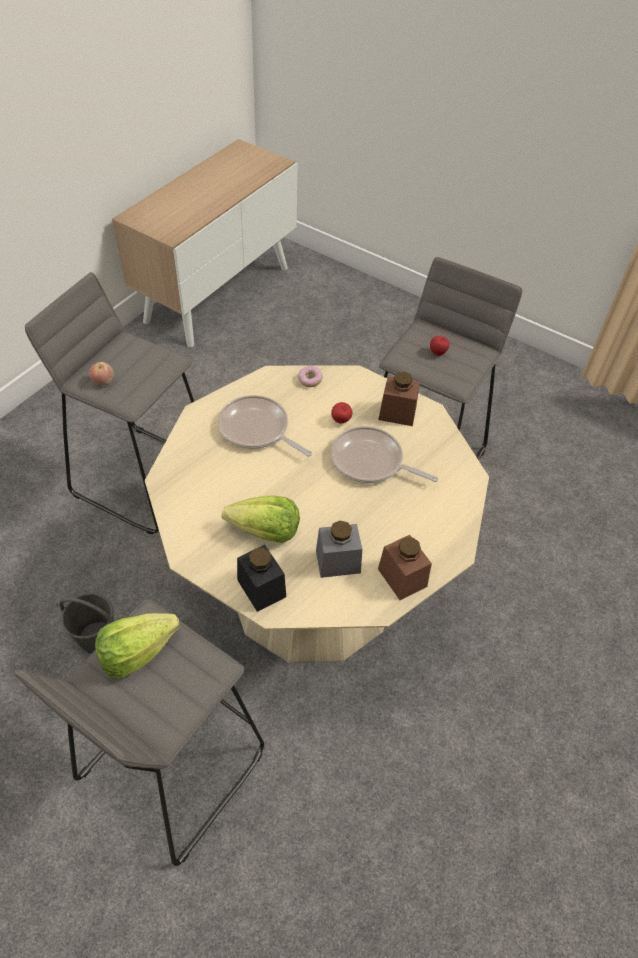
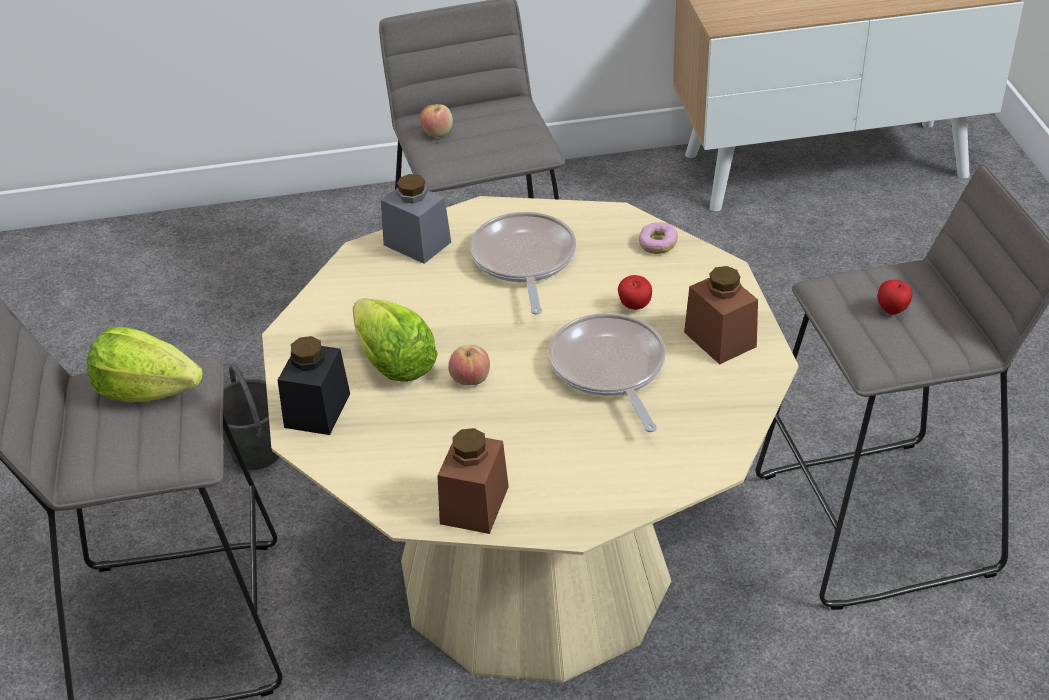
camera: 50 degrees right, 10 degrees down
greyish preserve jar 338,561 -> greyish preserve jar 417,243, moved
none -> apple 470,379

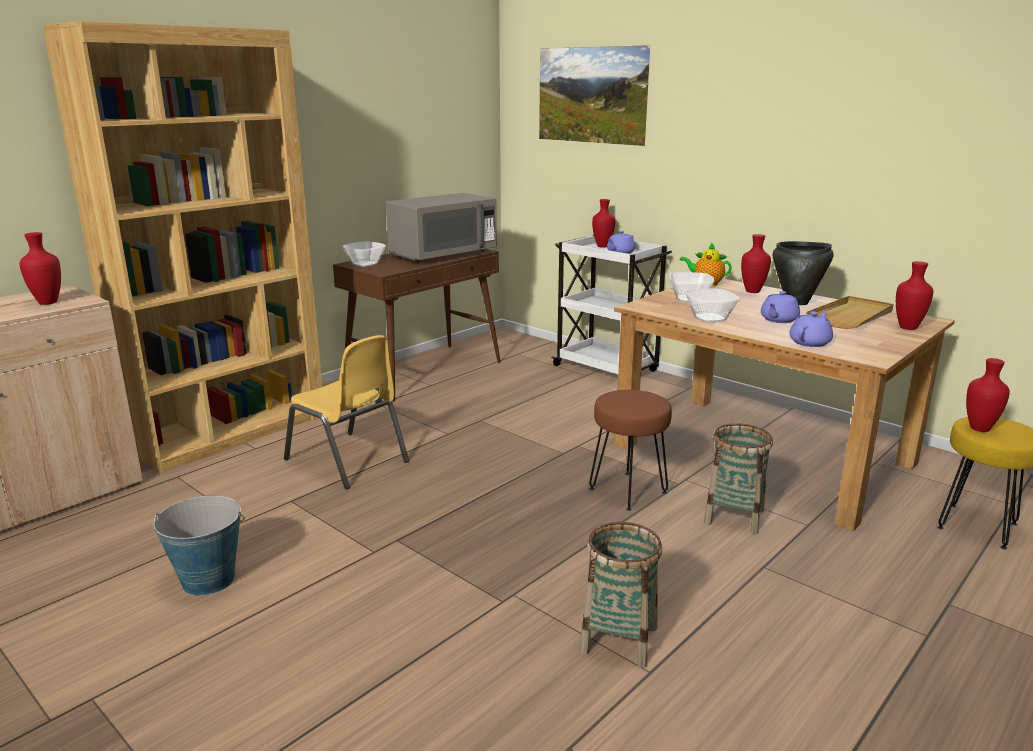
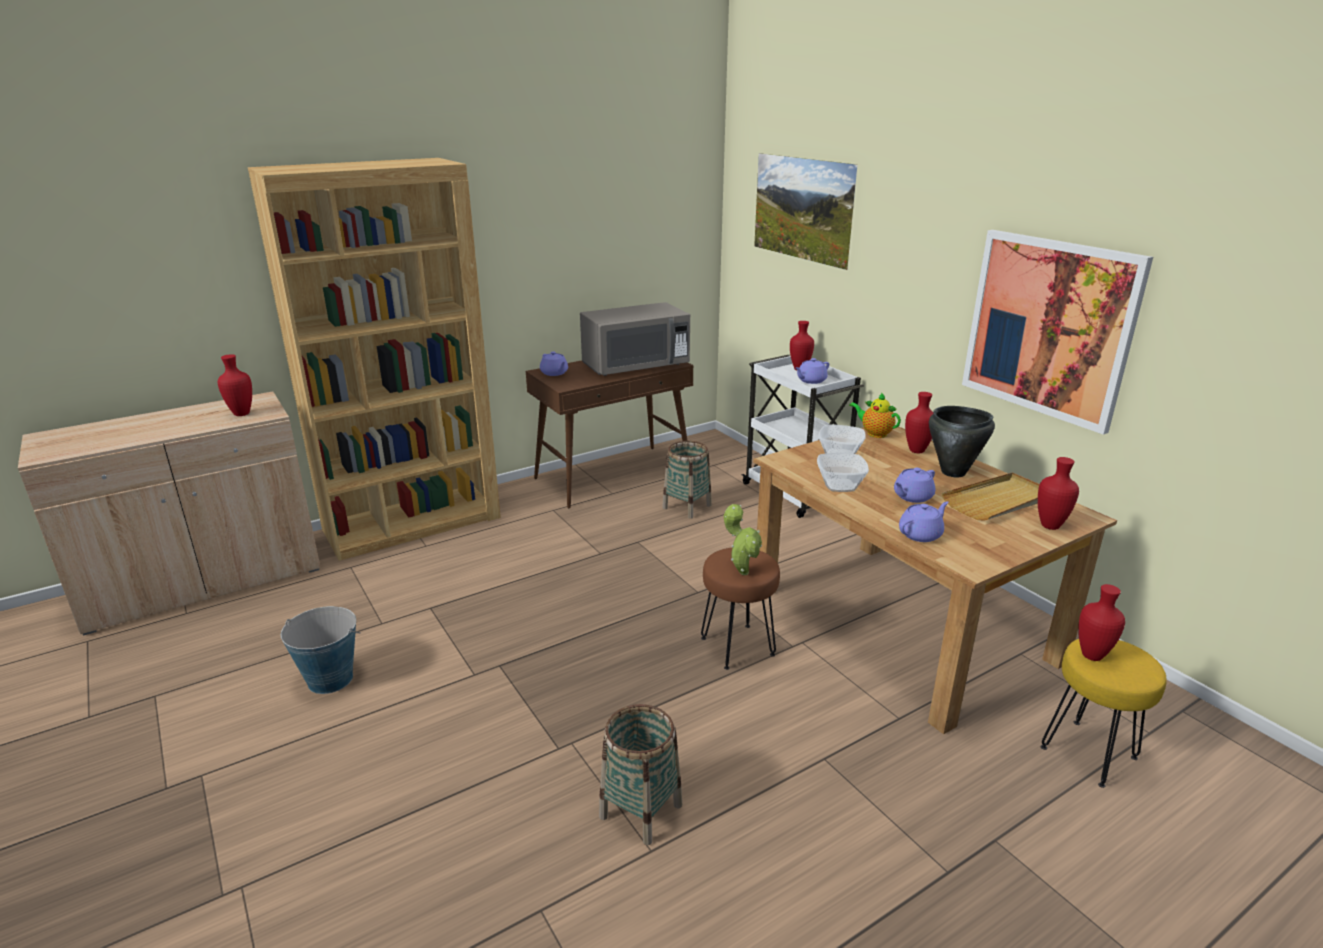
camera: 15 degrees right, 5 degrees up
deep dish 365,264 -> purple tea pot 554,373
household basket 734,516 -> household basket 687,507, moved
none -> houseplant 741,571
none -> wall art 1048,327
yellow-coloured plain chair 347,460 -> none

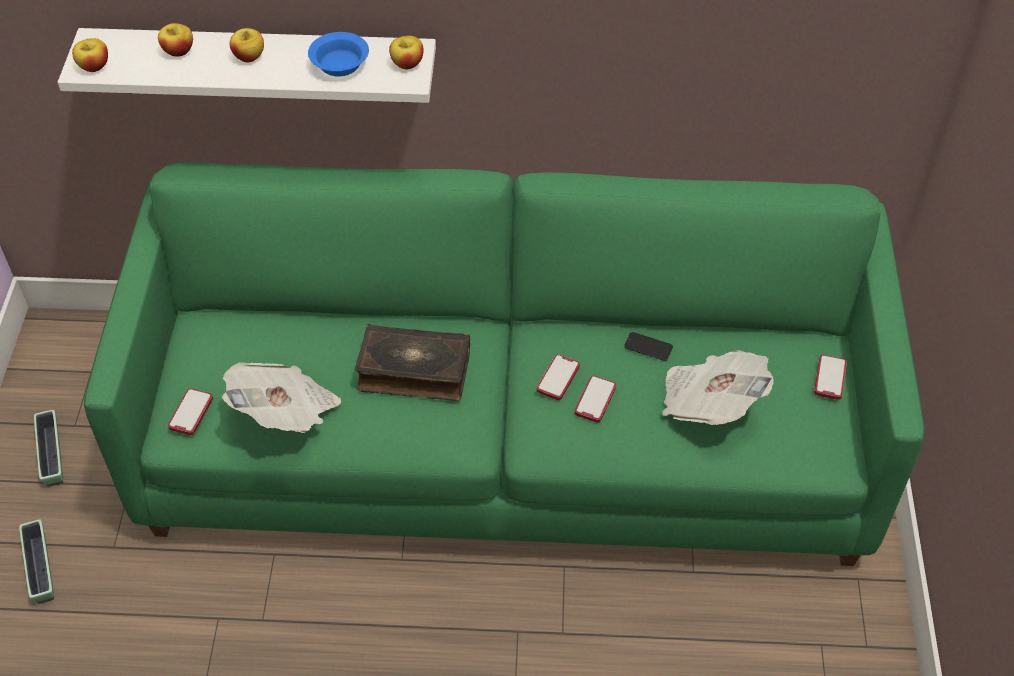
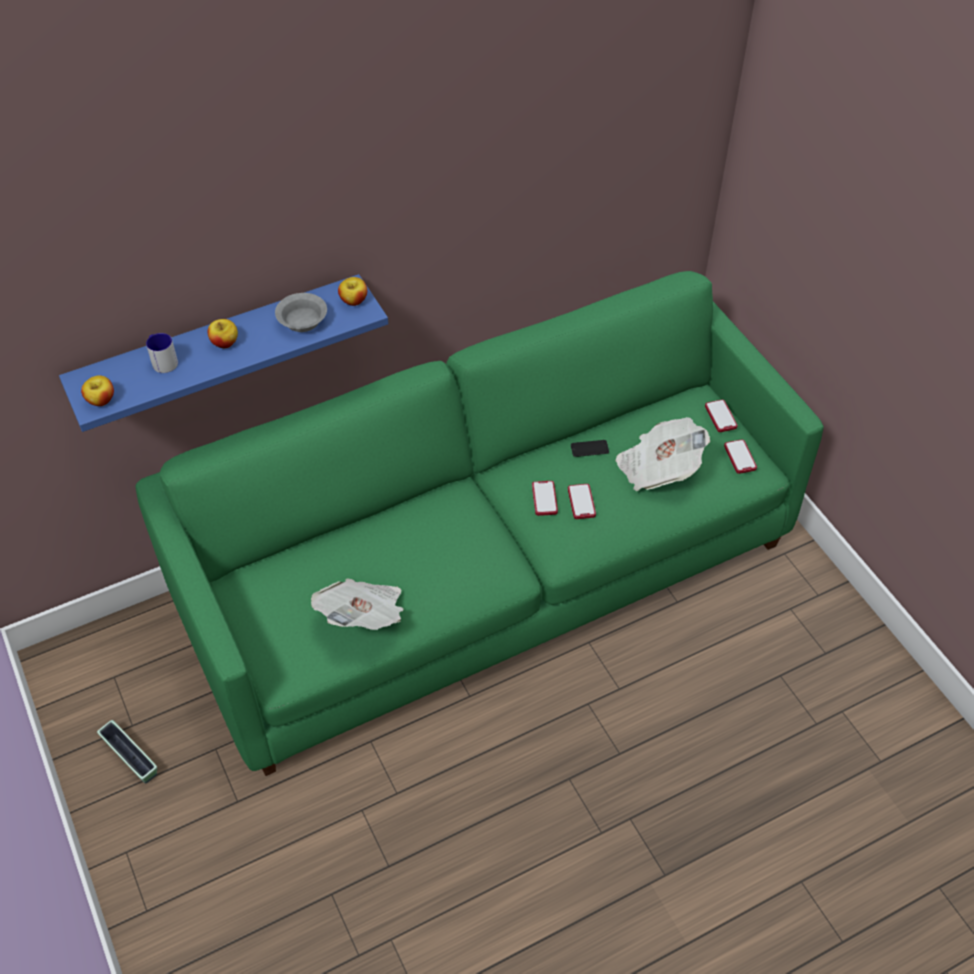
camera: 30 degrees left, 0 degrees up
whitish wall shelf 262,65 -> blue-coloured wall shelf 220,348
apple 178,51 -> mug 162,361
blue-coloured deep dish 341,64 -> greyish deep dish 303,320
telephone 191,412 -> telephone 740,457, moved
flower pot 41,568 -> none
volume 414,371 -> none

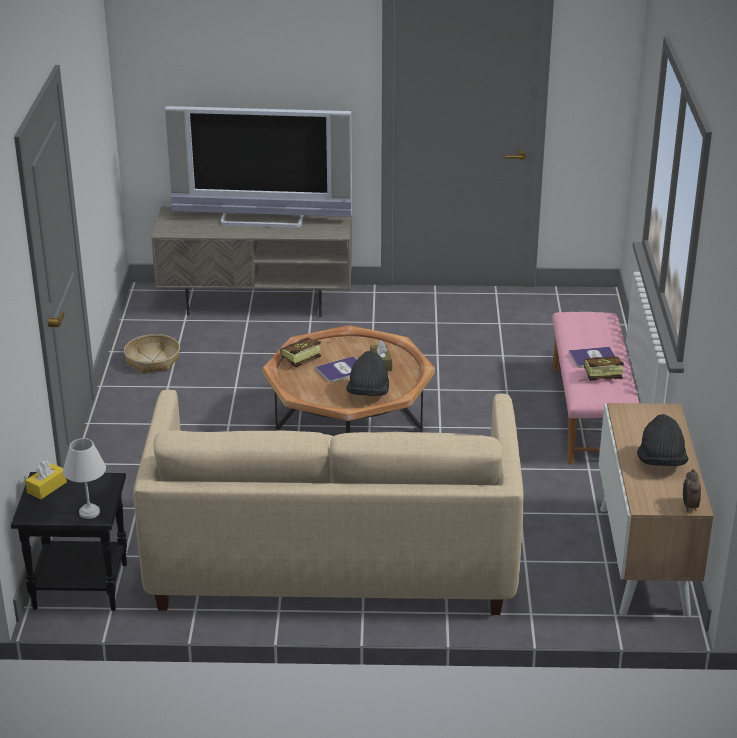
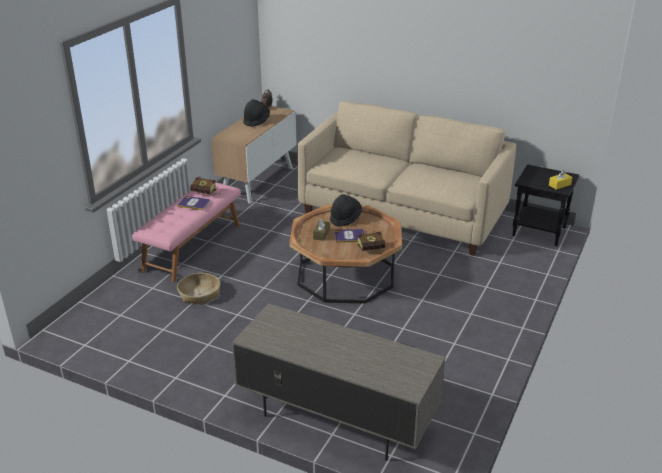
camera: 155 degrees left, 0 degrees up
household basket 152,361 -> household basket 199,294, moved
whitish tabletop lamp 90,512 -> none
TV 263,219 -> none

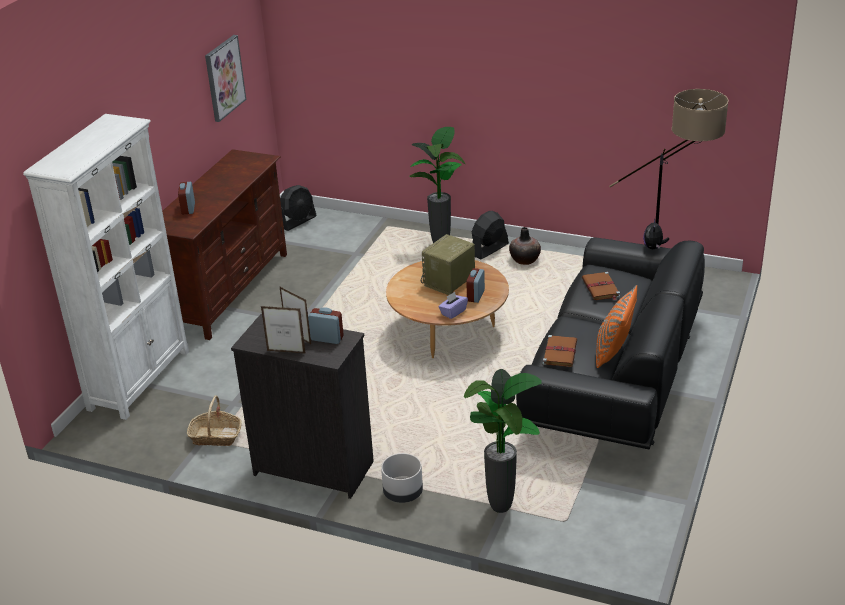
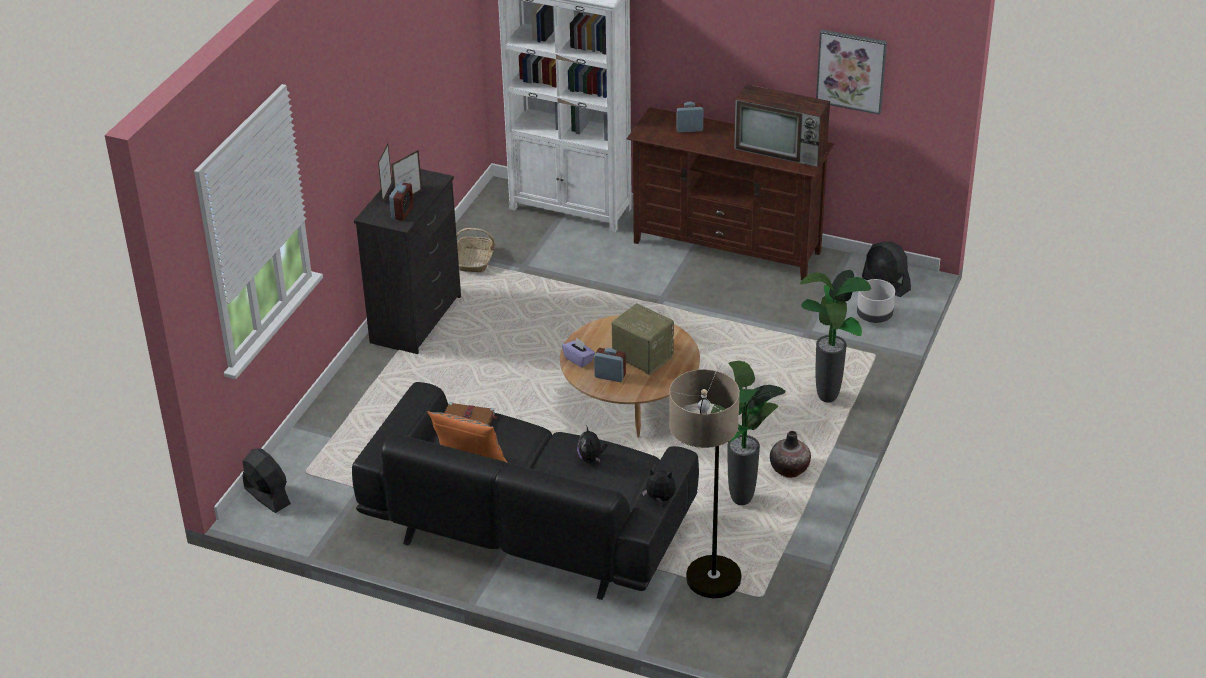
camera: 90 degrees right, 5 degrees up
black-coloured electric fan 489,250 -> black-coloured electric fan 266,495, moved
brownish volume 601,288 -> soft toy 591,459
houseplant 502,509 -> houseplant 740,502, moved
none -> TV 782,150
greyish flower pot 403,494 -> greyish flower pot 874,316, moved

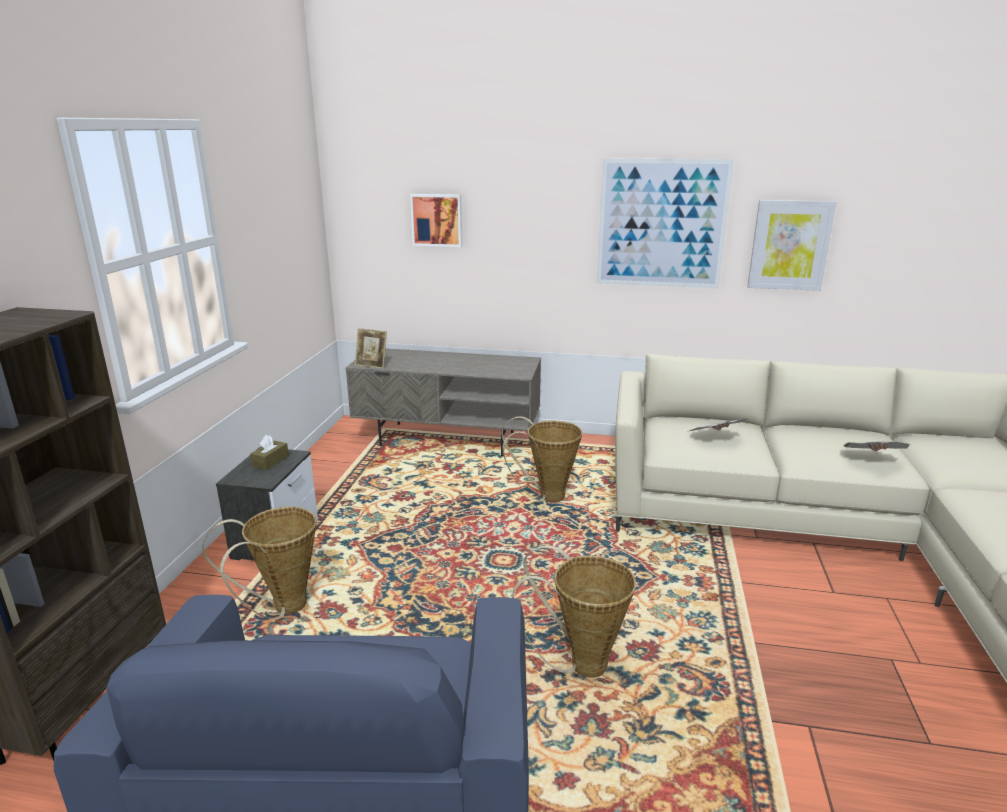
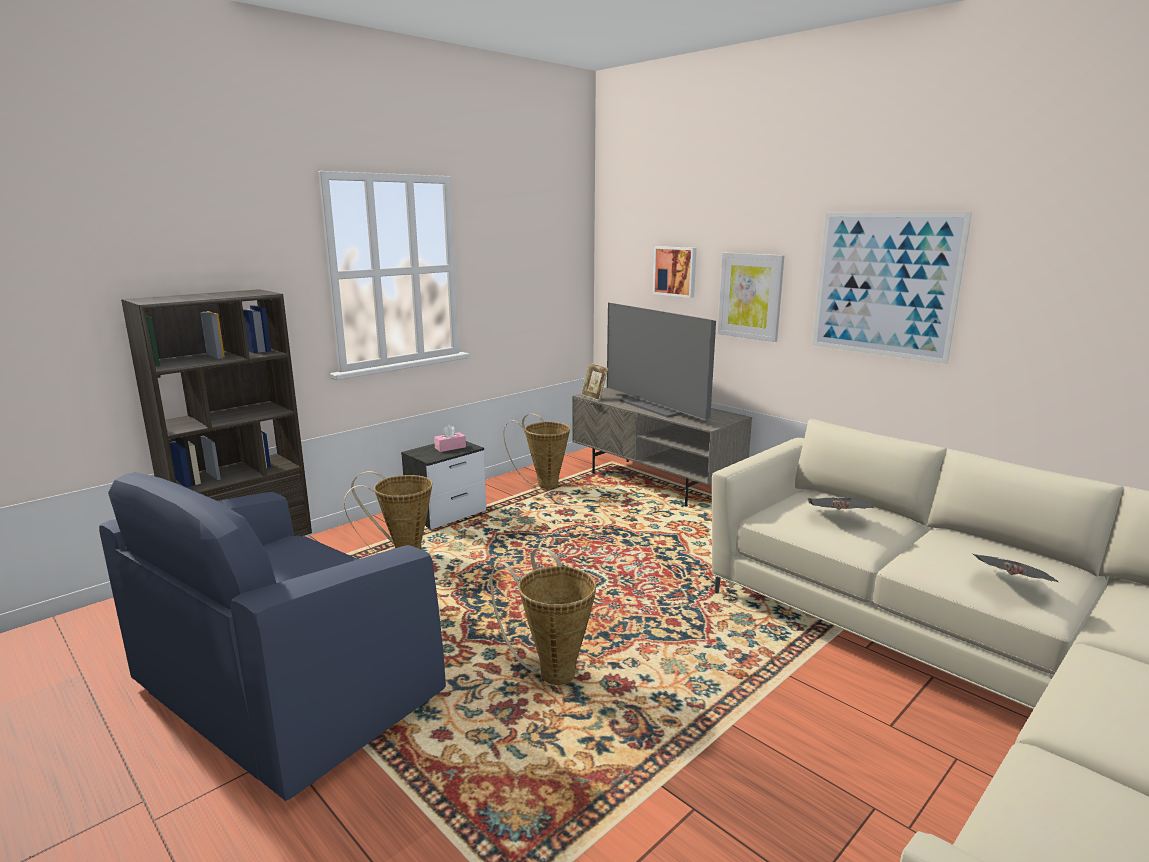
camera: 35 degrees right, 5 degrees down
brownish tissue box 270,461 -> pink-coloured tissue box 450,447
household basket 546,497 -> household basket 543,484, moved
none -> TV 657,406
wall art 789,245 -> wall art 750,296, moved

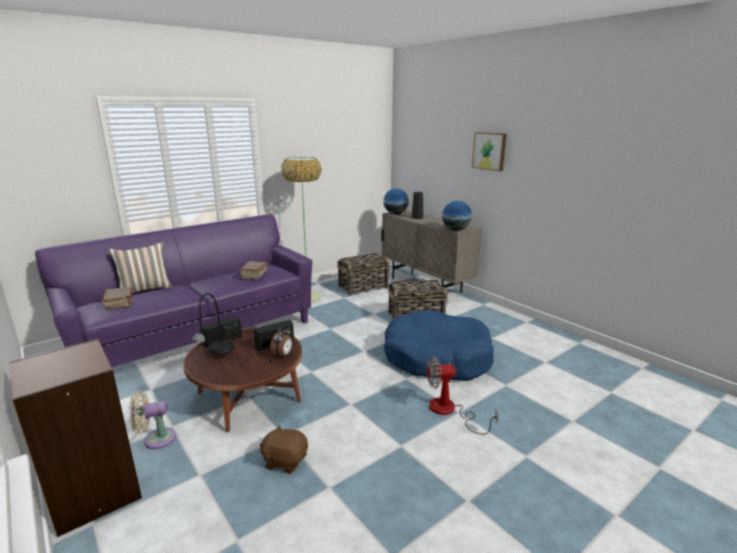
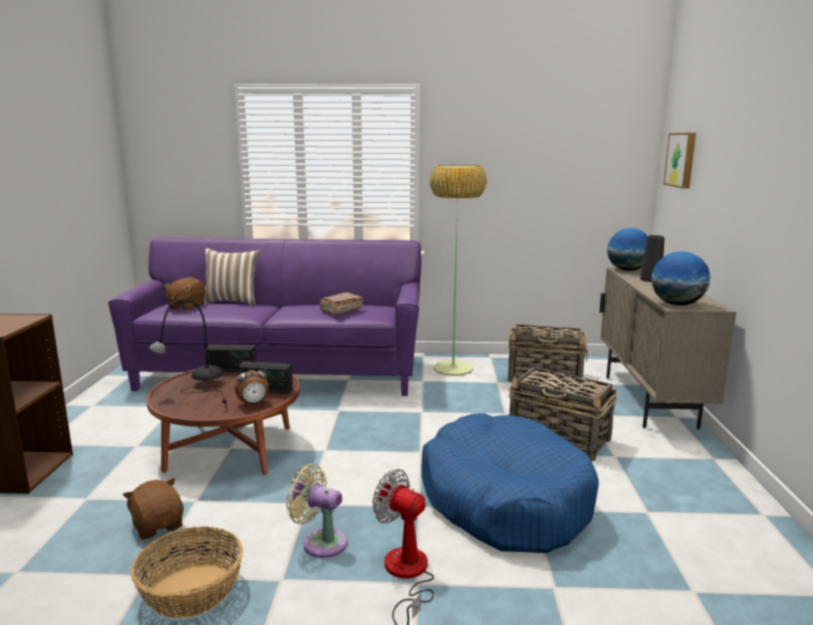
camera: 40 degrees right, 5 degrees down
none -> household basket 190,591
brownish volume 120,303 -> brownish soft toy 186,306
sand-coloured electric fan 156,439 -> sand-coloured electric fan 320,542, moved
wall art 489,151 -> wall art 682,160, moved

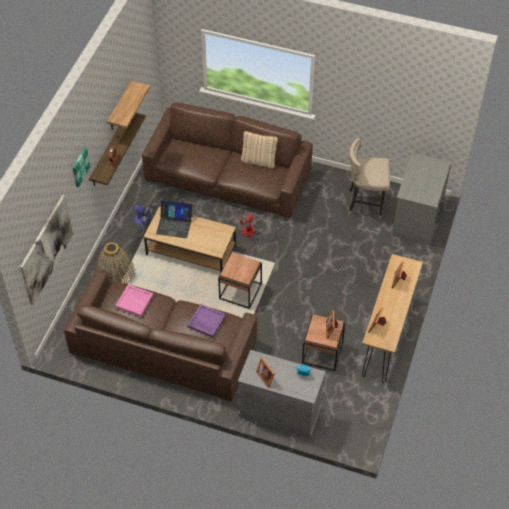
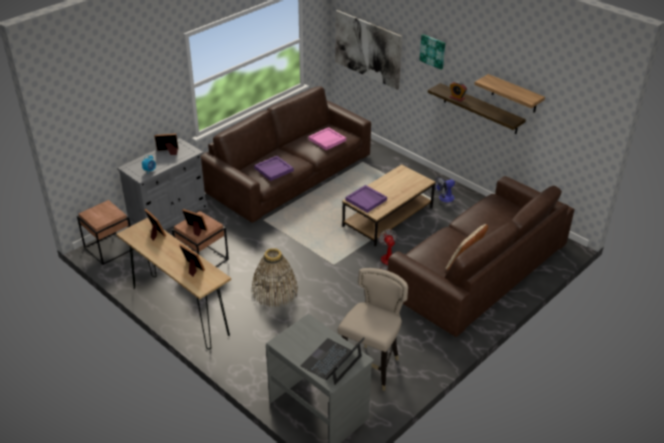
camera: 115 degrees right, 15 degrees down
brownish end table 240,291 -> brownish end table 110,248, moved
household basket 115,272 -> household basket 274,291, moved
portable computer 174,224 -> portable computer 332,361, moved
none -> purple tray 366,200

